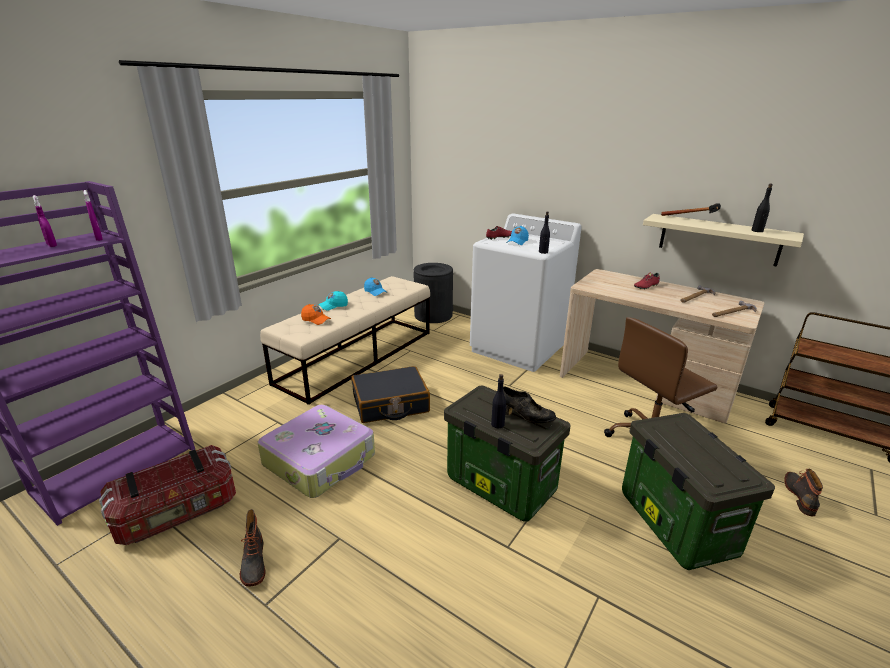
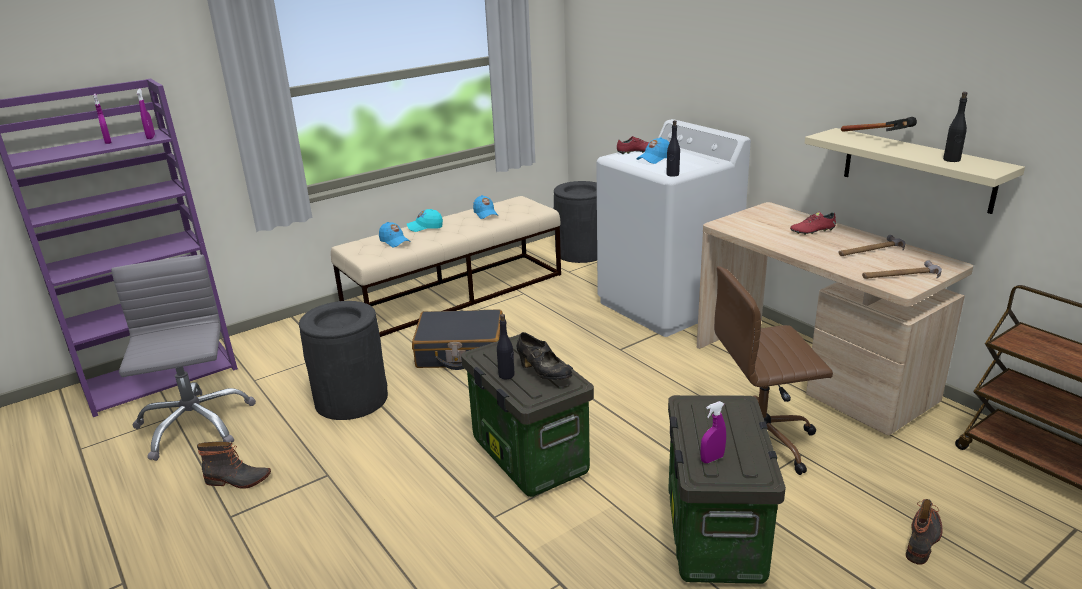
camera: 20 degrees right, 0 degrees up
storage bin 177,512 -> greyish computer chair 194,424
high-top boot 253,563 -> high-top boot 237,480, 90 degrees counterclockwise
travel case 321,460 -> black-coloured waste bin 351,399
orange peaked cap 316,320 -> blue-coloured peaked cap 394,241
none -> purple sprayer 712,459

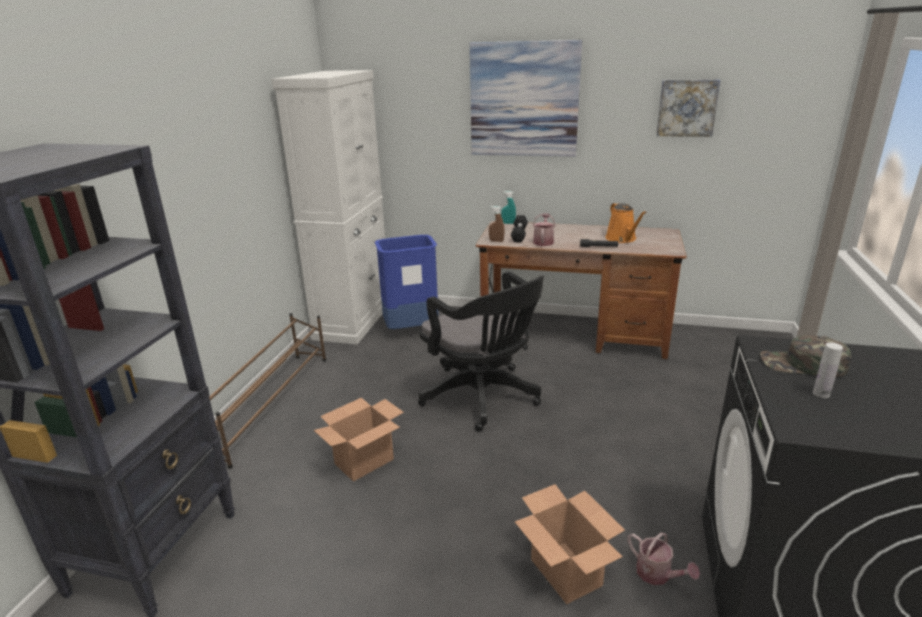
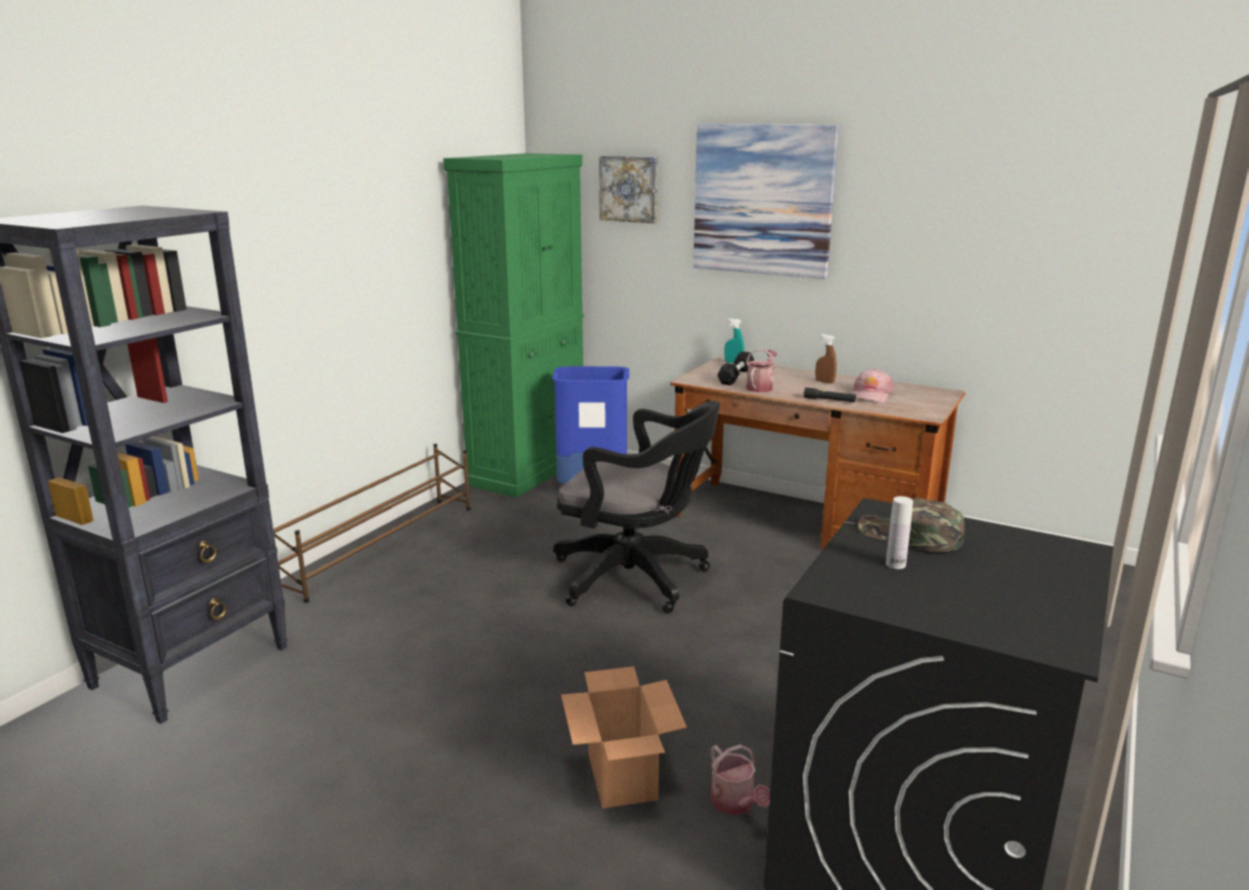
camera: 15 degrees right, 5 degrees down
whitish cupboard 354,320 -> greenish cupboard 528,470
black-coloured computer chair 483,398 -> black-coloured computer chair 637,579, 45 degrees counterclockwise
wall art 687,108 -> wall art 629,189, moved
brownish sprayer 496,241 -> brownish sprayer 824,382, moved
orange watering pot 622,239 -> pink-coloured peaked cap 871,395
carton 364,461 -> none

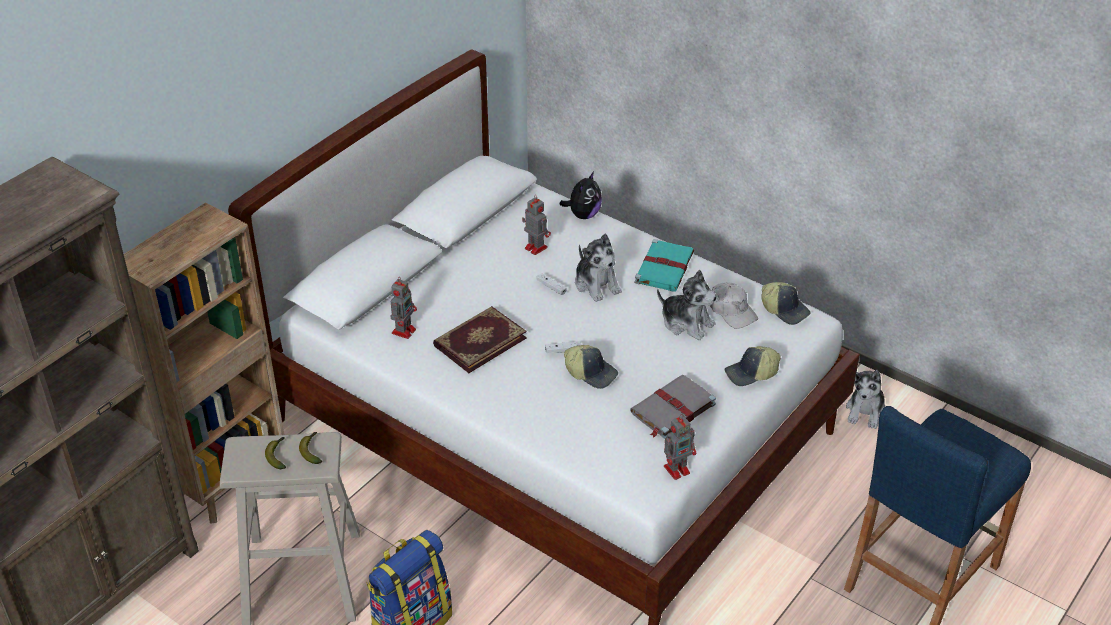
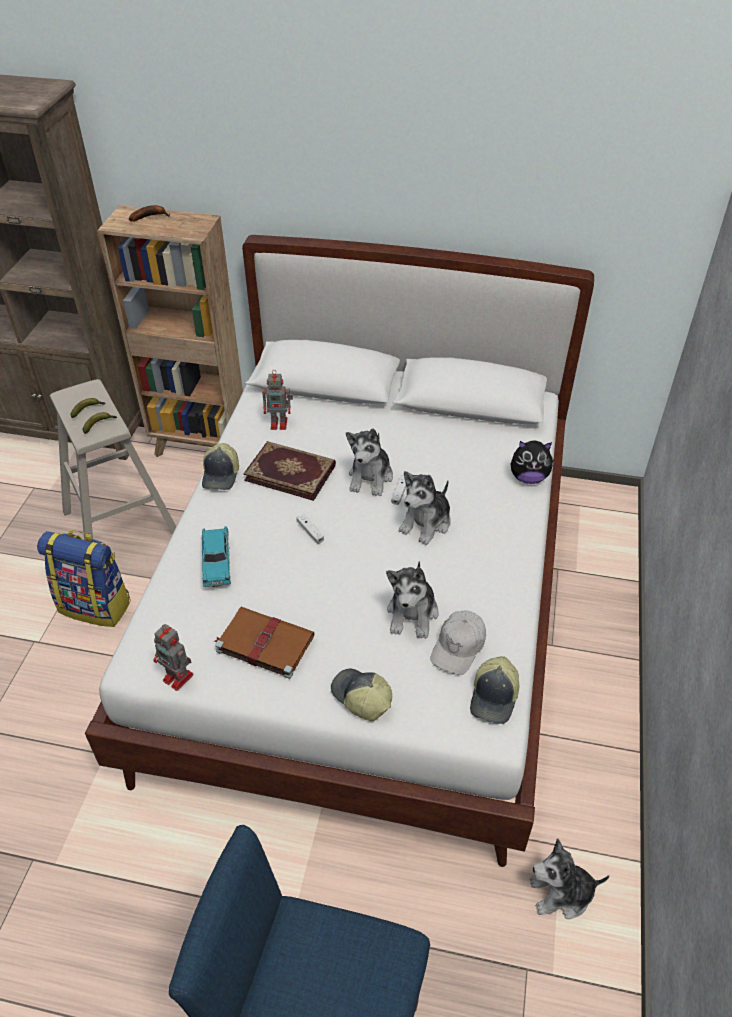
camera: 65 degrees right, 5 degrees up
none -> banana 150,216
none -> blue-green miniature car 217,563
peaked cap 591,373 -> peaked cap 221,475, moved
greyish volume 672,409 -> brownish volume 263,643
none -> soft toy 370,477
toy robot 535,247 -> none
blue-green volume 664,267 -> none

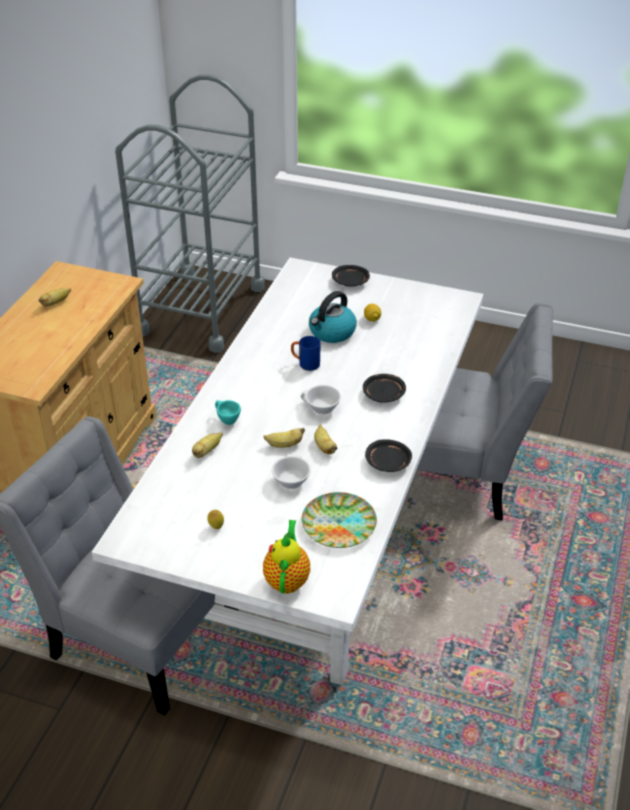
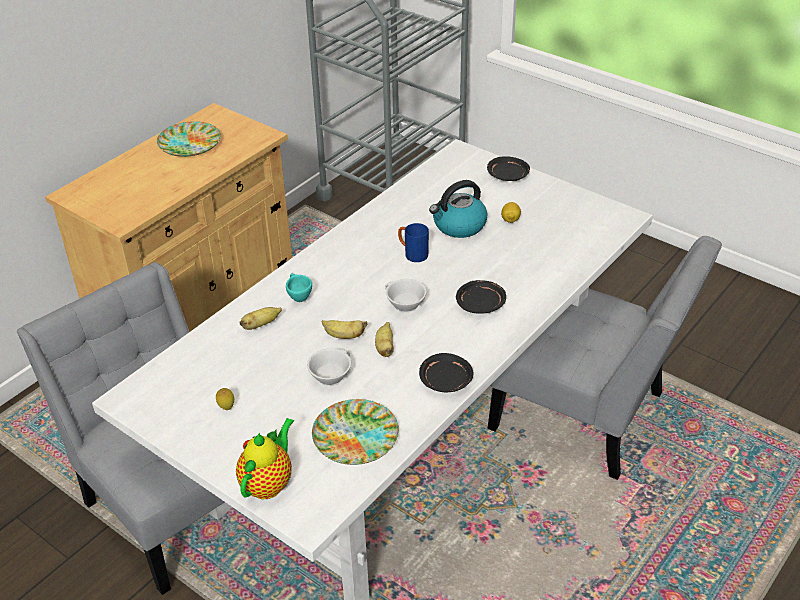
camera: 20 degrees right, 0 degrees up
banana 55,303 -> dinner plate 189,144

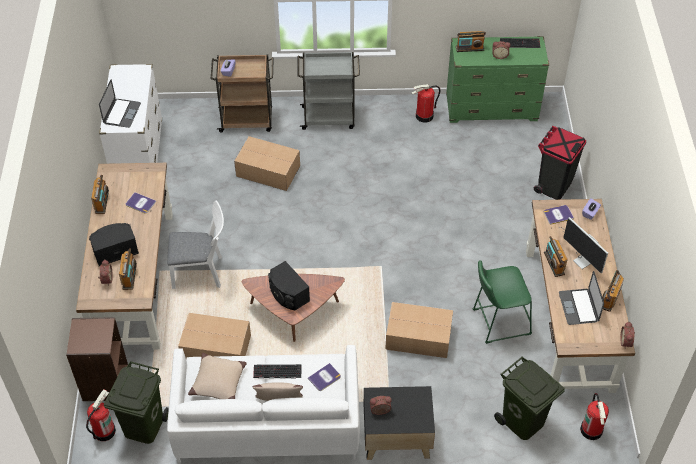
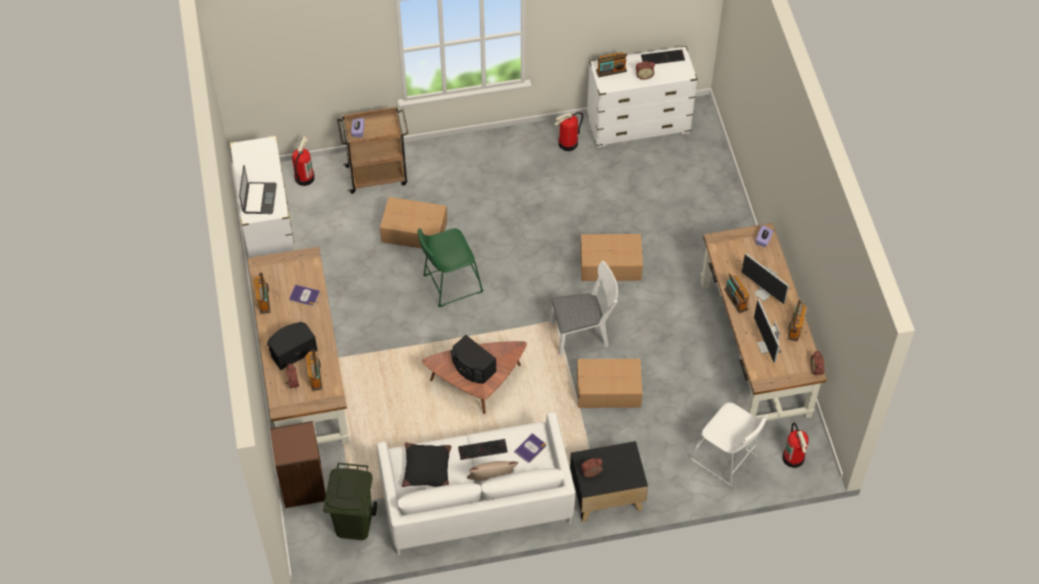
camera: 10 degrees left, 5 degrees up
fire-fighting cylinder 104,431 -> fire-fighting cylinder 304,177, moved
sand-coloured pillow 218,382 -> black-coloured pillow 427,469
greenish sitting stool 498,322 -> greenish sitting stool 449,284, moved
whitish plain chair 202,272 -> whitish plain chair 584,333, moved
carton 217,348 -> carton 611,265, moved
greenish drawer chest 491,109 -> whitish drawer chest 638,125
greenish waste bin 522,421 -> whitish sitting stool 725,460
portable computer 578,307 -> computer screen 766,341
greyish wheeled cart 329,117 -> none
black-coloured waste bin 553,186 -> none
volume 558,215 -> none

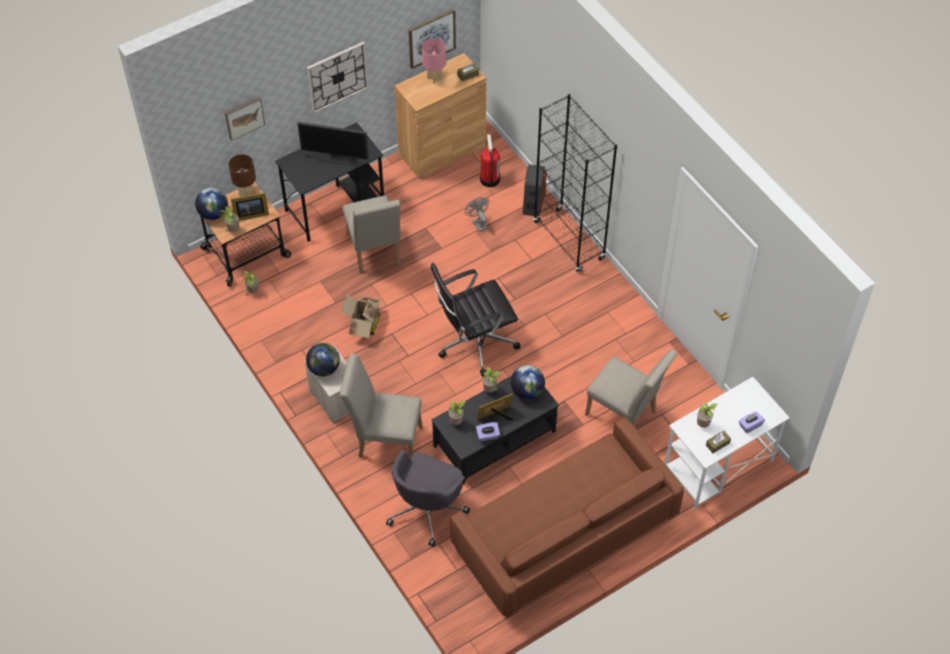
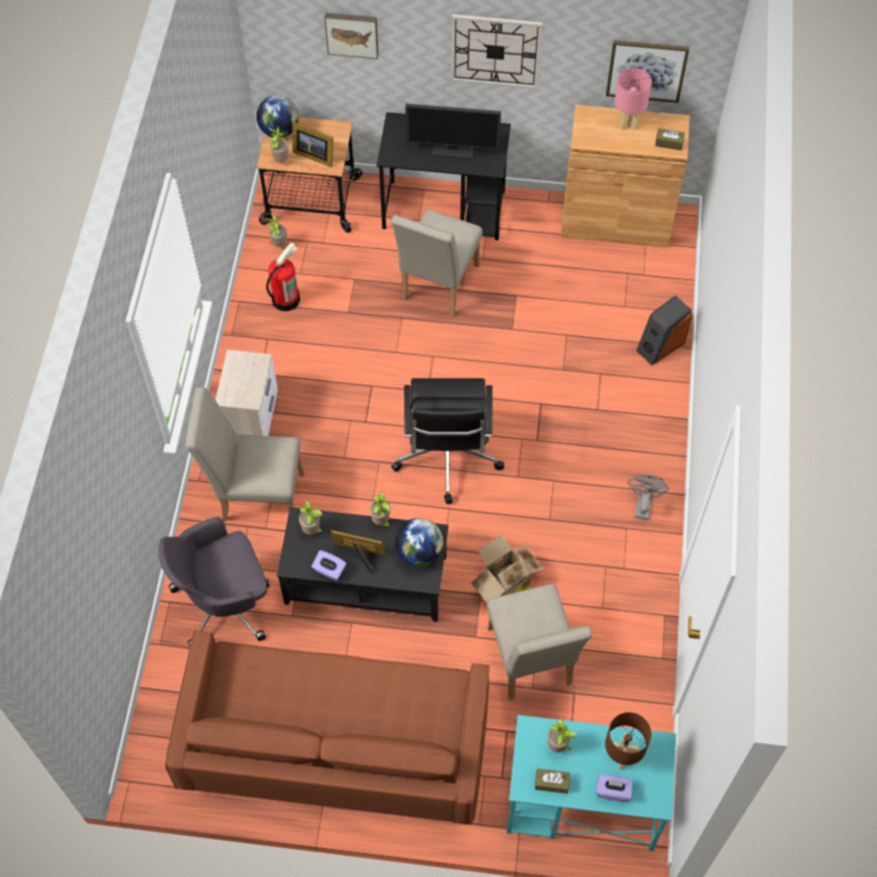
camera: 40 degrees right, 5 degrees up
sand-coloured plain chair 385,439 -> sand-coloured plain chair 255,495, 45 degrees counterclockwise
fire-fighting cylinder 489,179 -> fire-fighting cylinder 285,299, moved
black-coloured computer chair 474,342 -> black-coloured computer chair 447,457, 105 degrees counterclockwise
computer screen 337,156 -> computer screen 453,147, 45 degrees counterclockwise
carton 363,325 -> carton 504,582, moved
whitish desk unit 717,466 -> blue-green desk unit 580,804
brownish tabletop lamp 246,193 -> brownish tabletop lamp 621,756, moved
greyish electric fan 478,223 -> greyish electric fan 643,505, moved
globe 324,369 -> none
black-coloured shelving unit 569,240 -> none

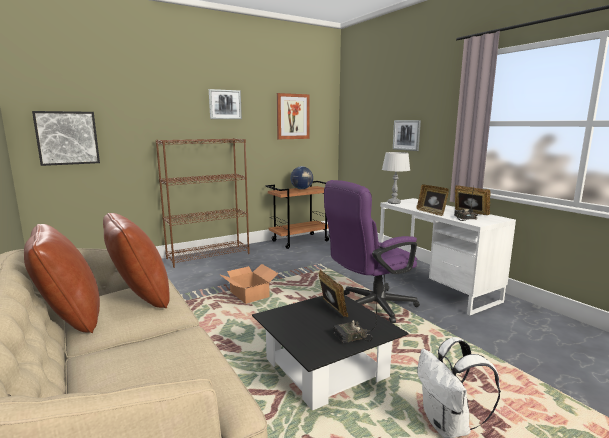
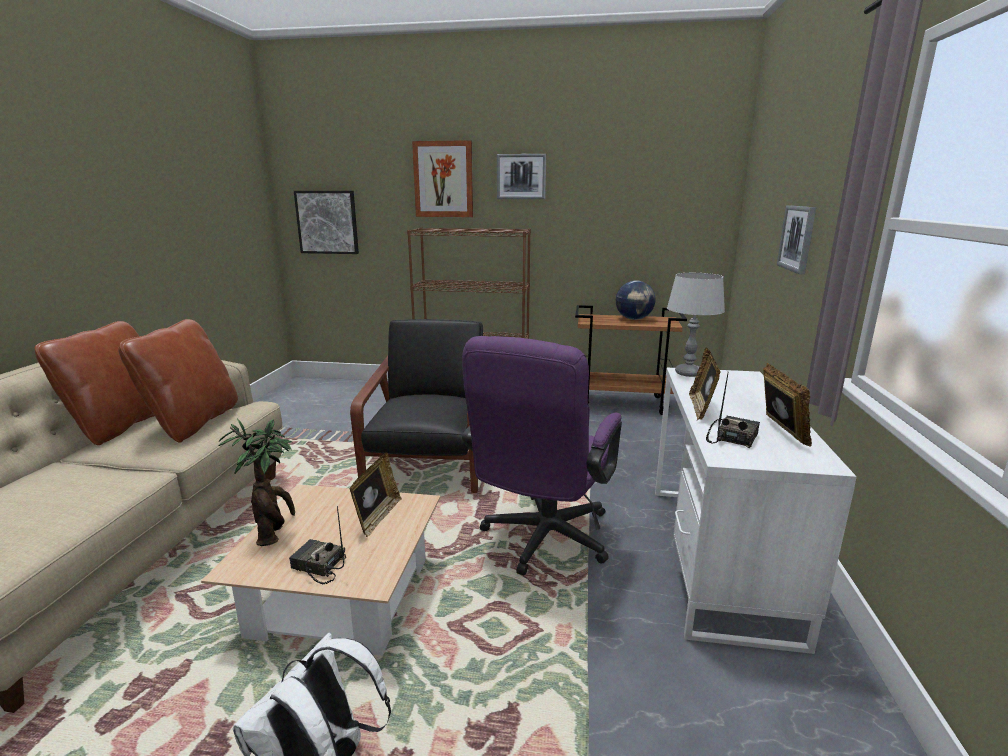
camera: 40 degrees right, 5 degrees up
black-coloured coffee table 325,368 -> sand-coloured coffee table 342,596
none -> houseplant 274,532
carton 249,294 -> black-coloured easy chair 431,460
wall art 292,116 -> wall art 443,179, moved
purple computer chair 369,307 -> purple computer chair 542,541, 75 degrees counterclockwise

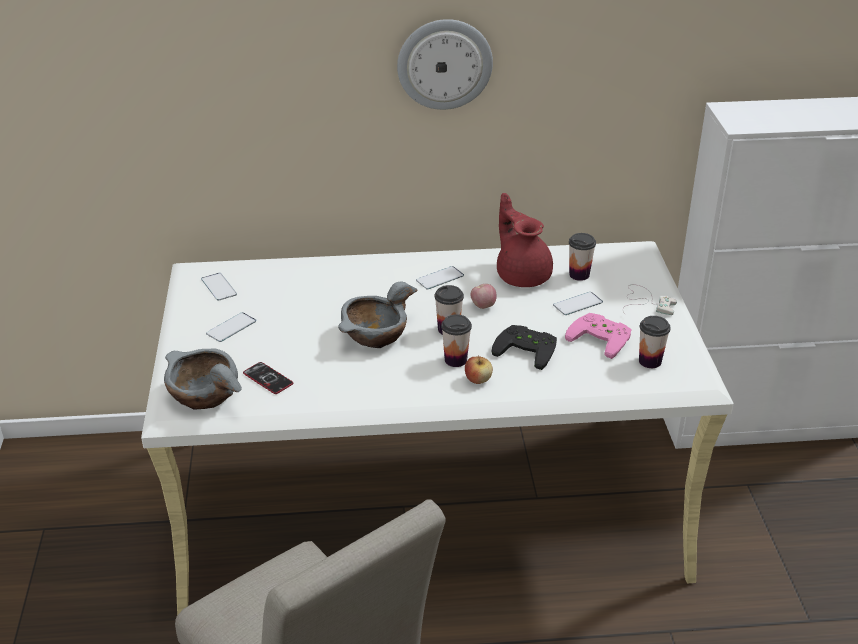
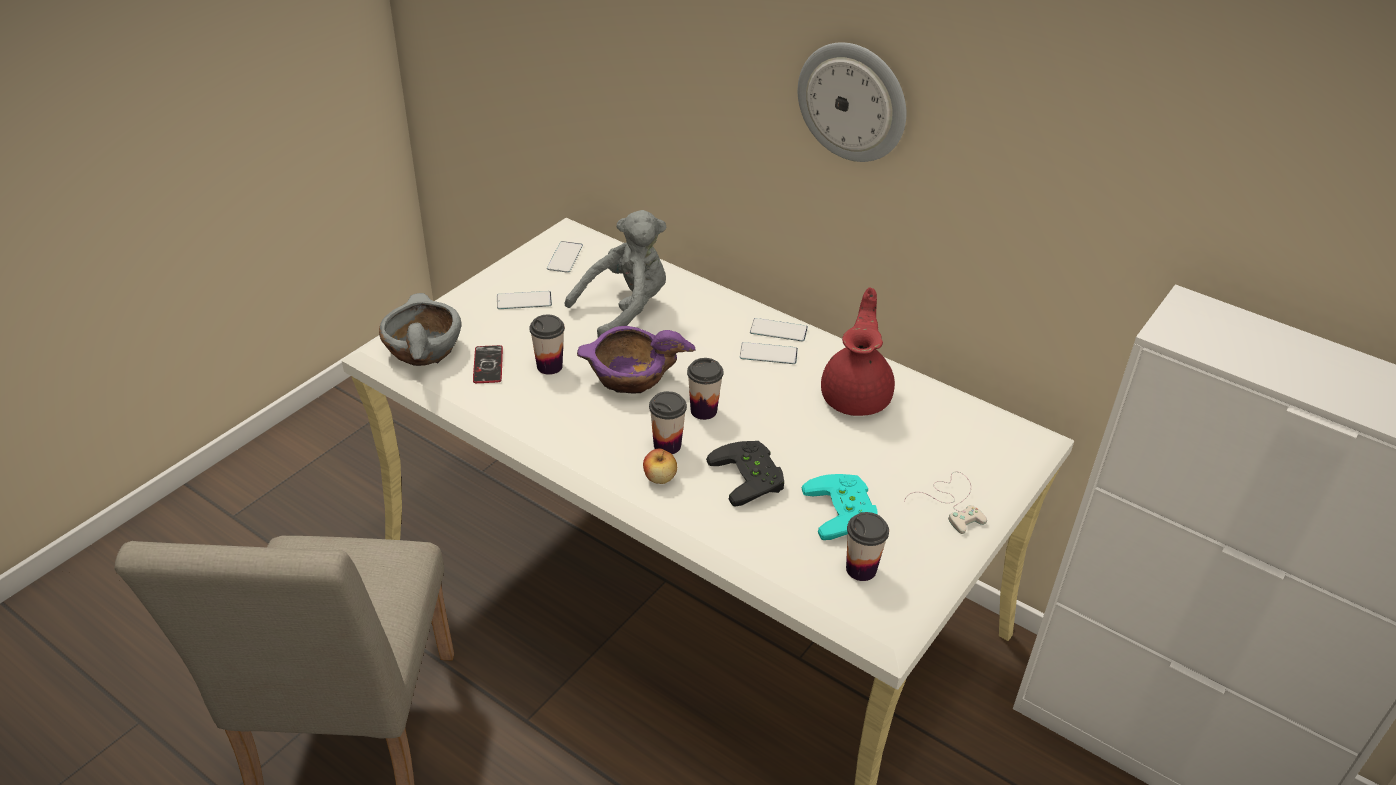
camera: 40 degrees right, 5 degrees up
small cup 579,275 -> small cup 549,366, moved
none -> greyish soft toy 625,310
greyish deep dish 375,335 -> purple deep dish 630,377
telephone 578,304 -> telephone 778,330, moved
pink-coloured gamepad 602,337 -> blue-green gamepad 845,511
apple 482,306 -> none

